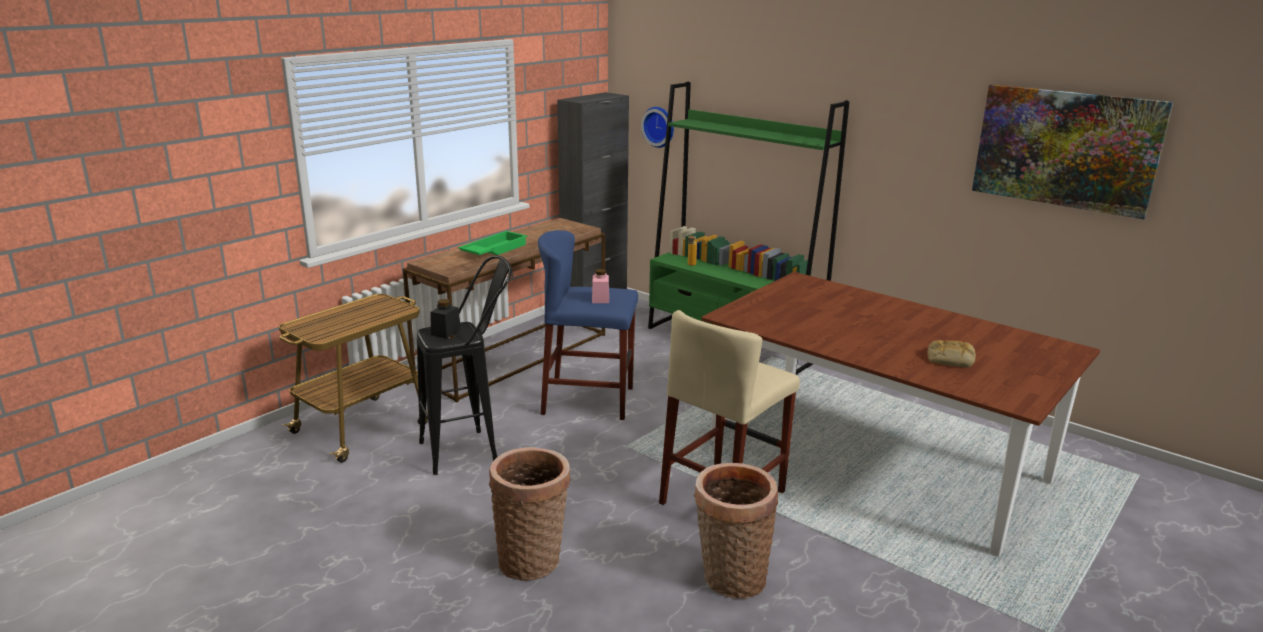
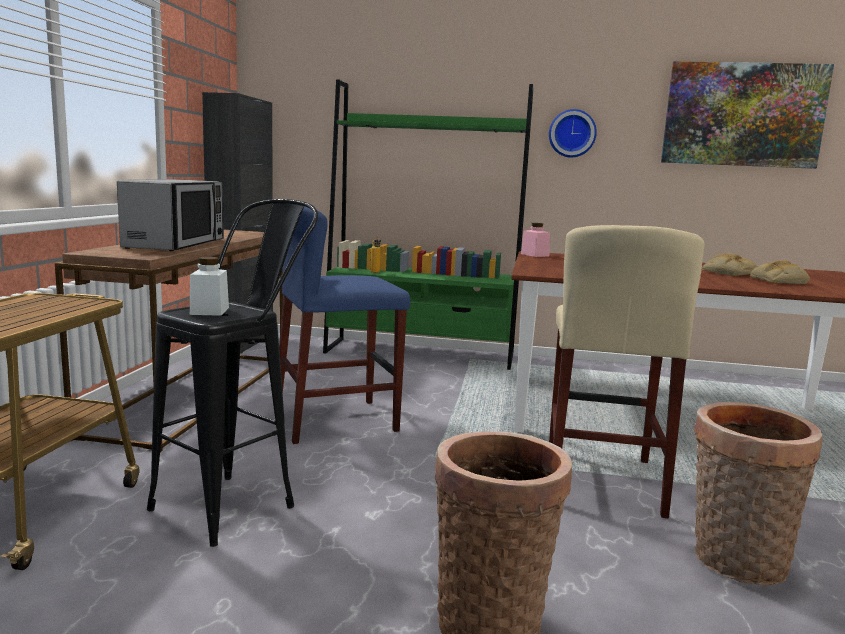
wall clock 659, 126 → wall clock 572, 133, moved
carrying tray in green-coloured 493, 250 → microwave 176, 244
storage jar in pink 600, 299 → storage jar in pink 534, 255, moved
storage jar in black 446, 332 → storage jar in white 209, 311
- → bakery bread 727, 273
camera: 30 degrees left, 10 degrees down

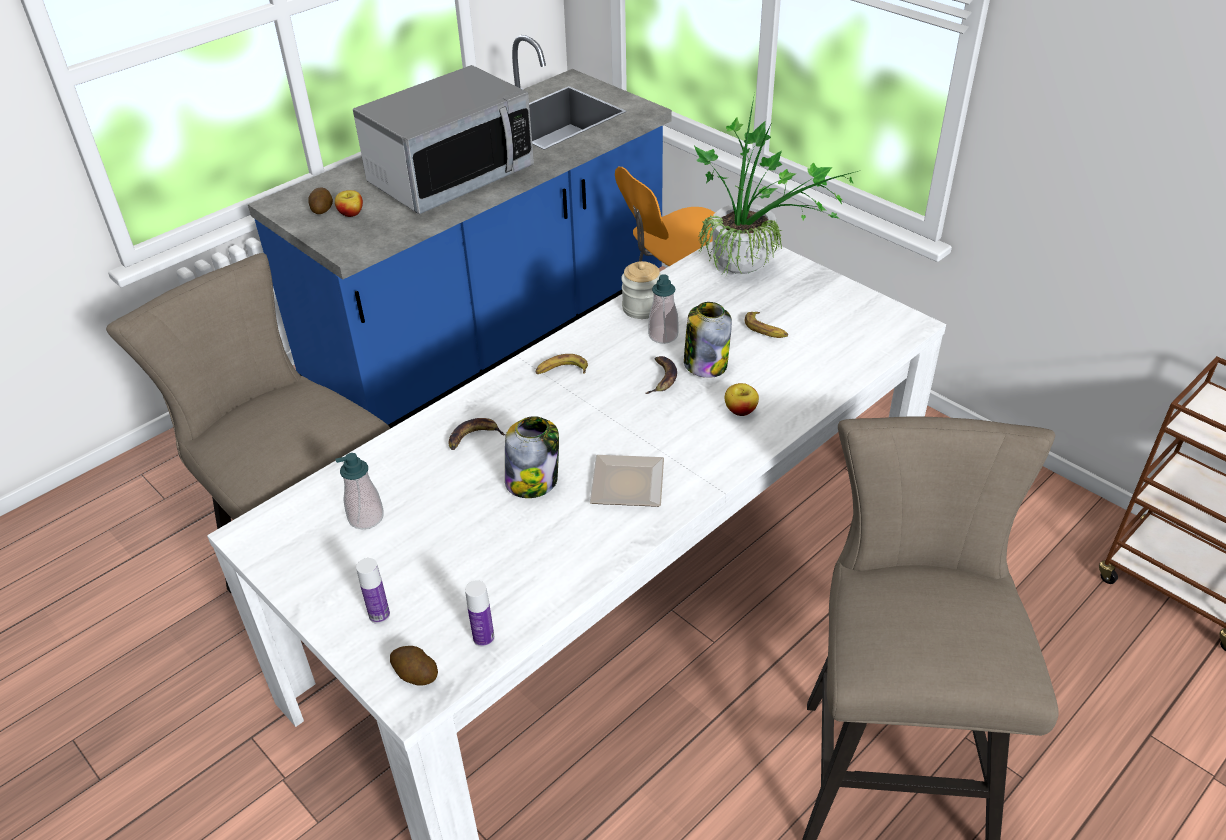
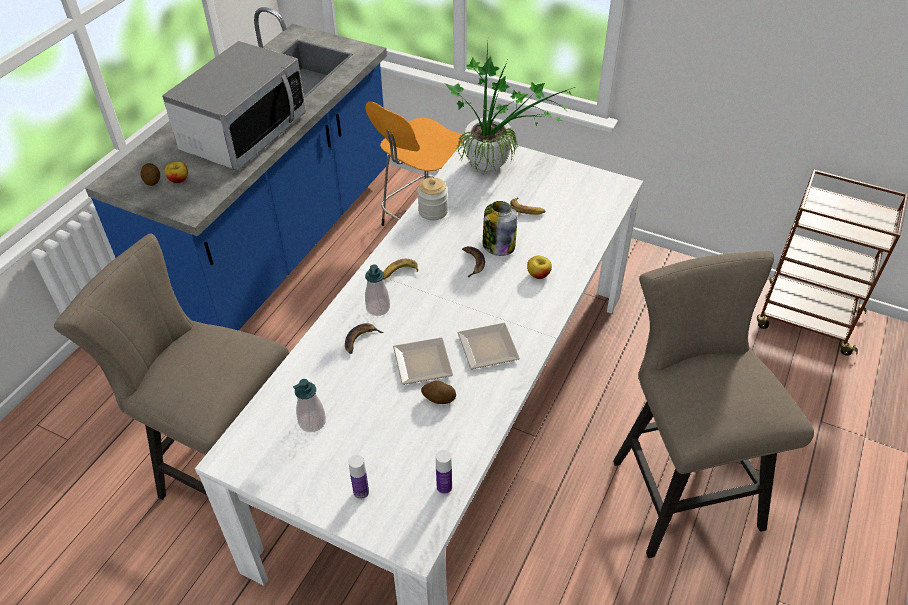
soap bottle 663, 335 → soap bottle 378, 308, moved
storage jar 533, 481 → plate 420, 362
whole potato 415, 674 → whole potato 438, 399, moved
camera: 20 degrees left, 5 degrees up

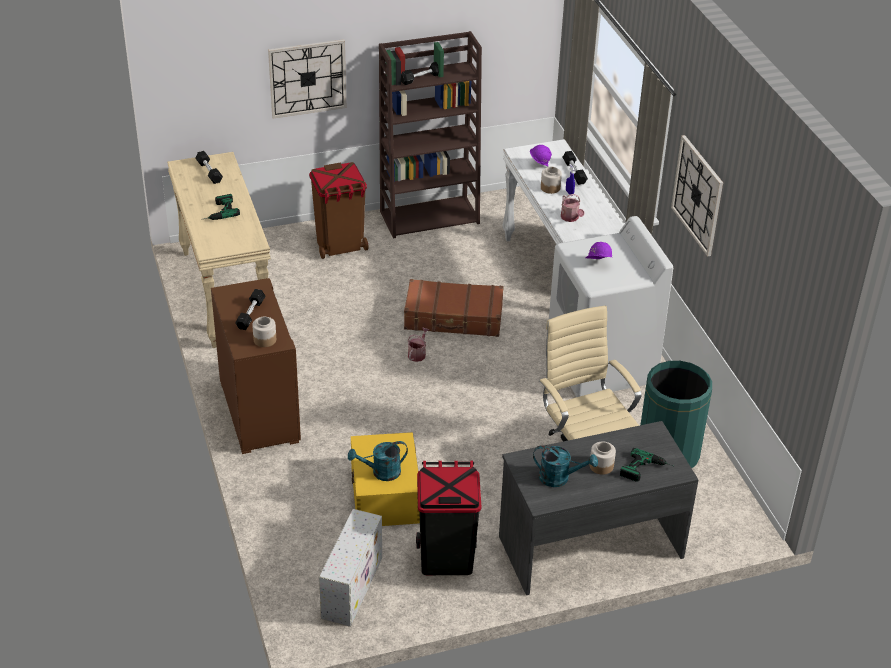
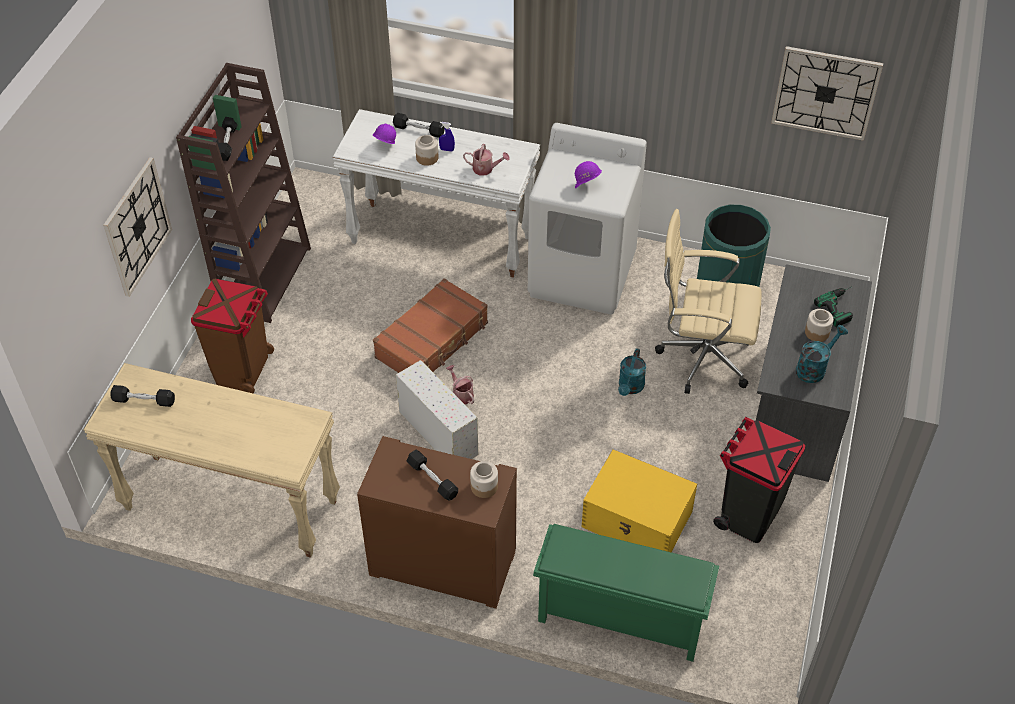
wall clock 697, 195 → wall clock 825, 93, moved
electric drill 218, 212 → -
watering pot in blue-green 381, 473 → watering pot in blue-green 630, 388, moved
storage box in white 352, 586 → storage box in white 437, 432, moved
- → shoe rack in green-coloured 619, 619
camera: 55 degrees left, 10 degrees up

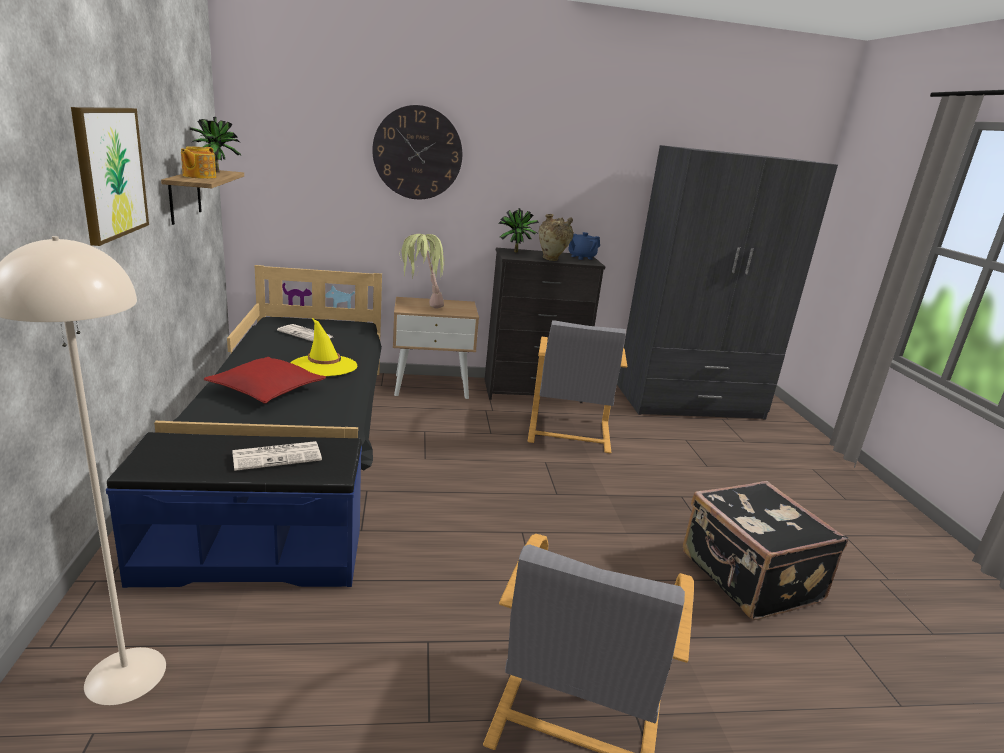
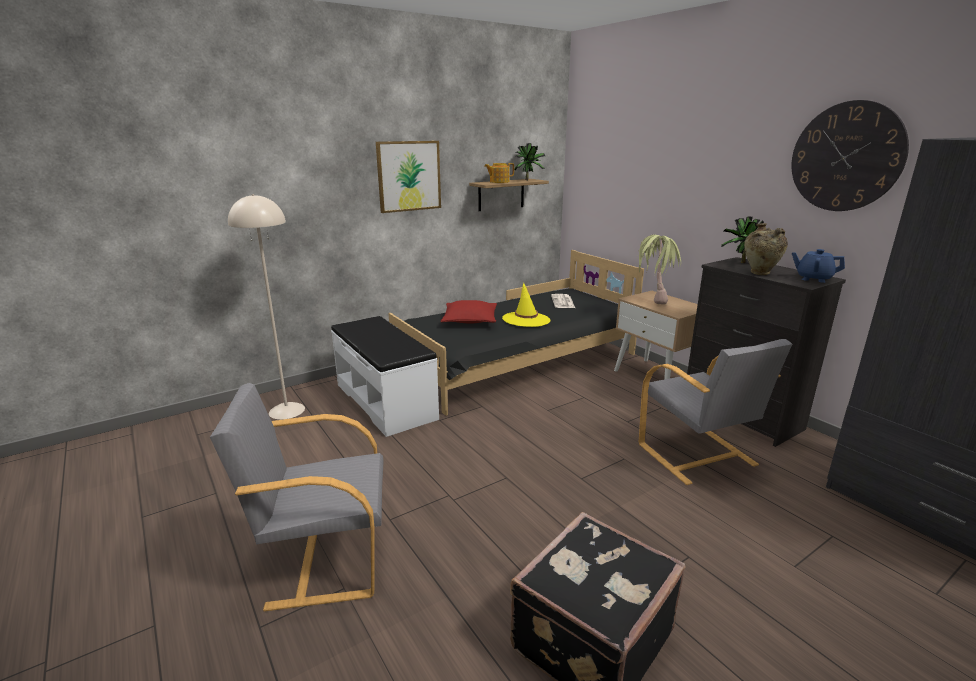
wall clock 417, 153 → wall clock 846, 157, moved
lounge chair in grey 568, 433 → lounge chair in grey 697, 456, 90 degrees counterclockwise
long seat in blue-coloured 251, 555 → long seat in white 386, 401
printed paper 278, 456 → -
camera: 65 degrees right, 0 degrees up

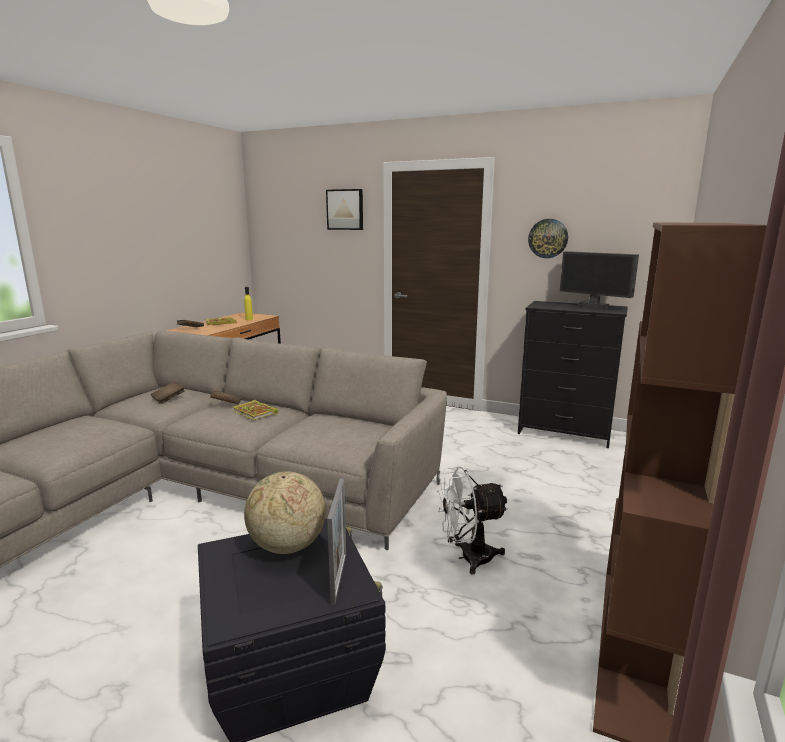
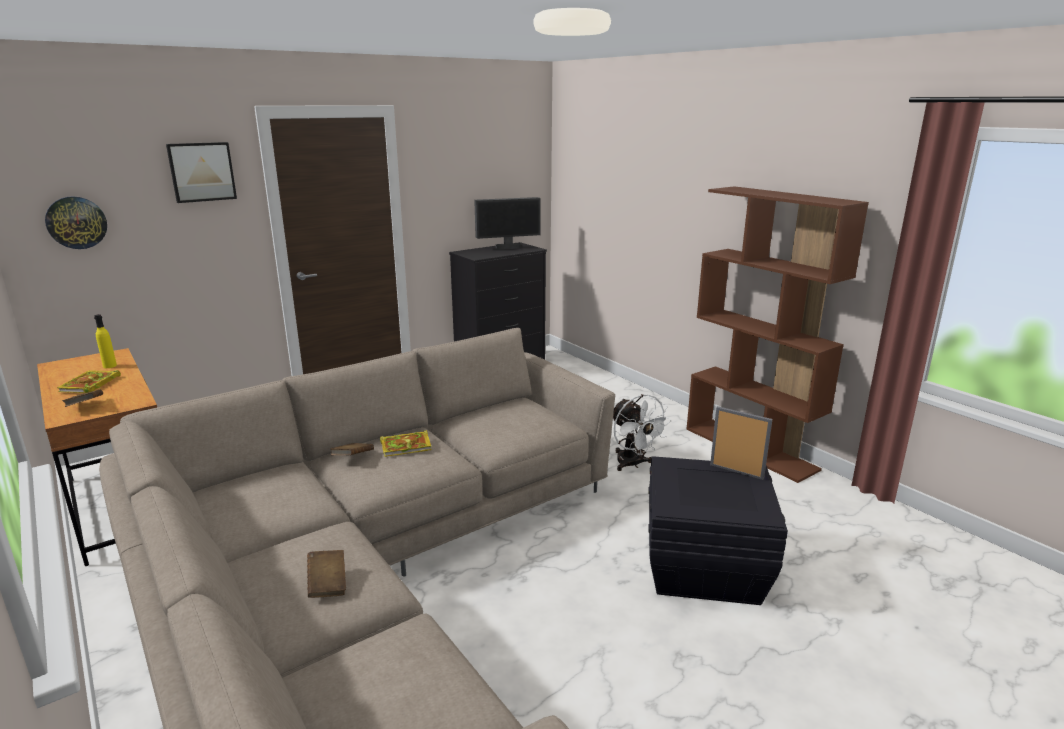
wall clock 548, 238 → wall clock 76, 222, moved
book in brownish 168, 399 → book in brownish 328, 584, moved
fan in white 468, 557 → fan in white 633, 464, 45 degrees counterclockwise
globe 287, 546 → -
camera: 60 degrees left, 5 degrees up

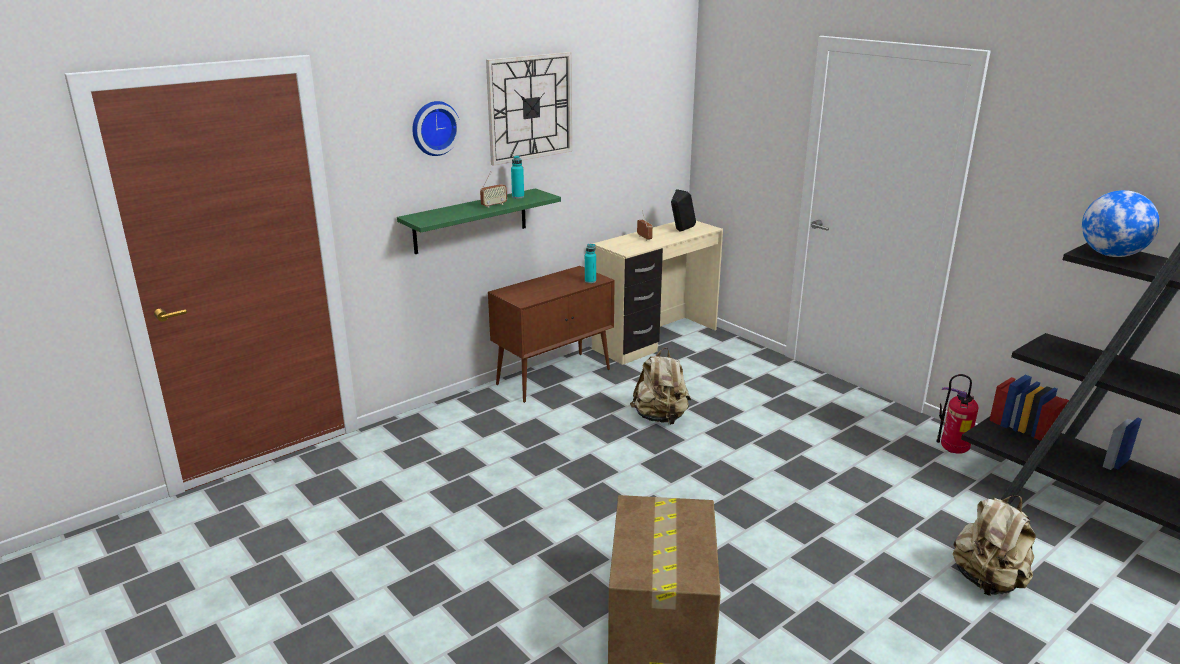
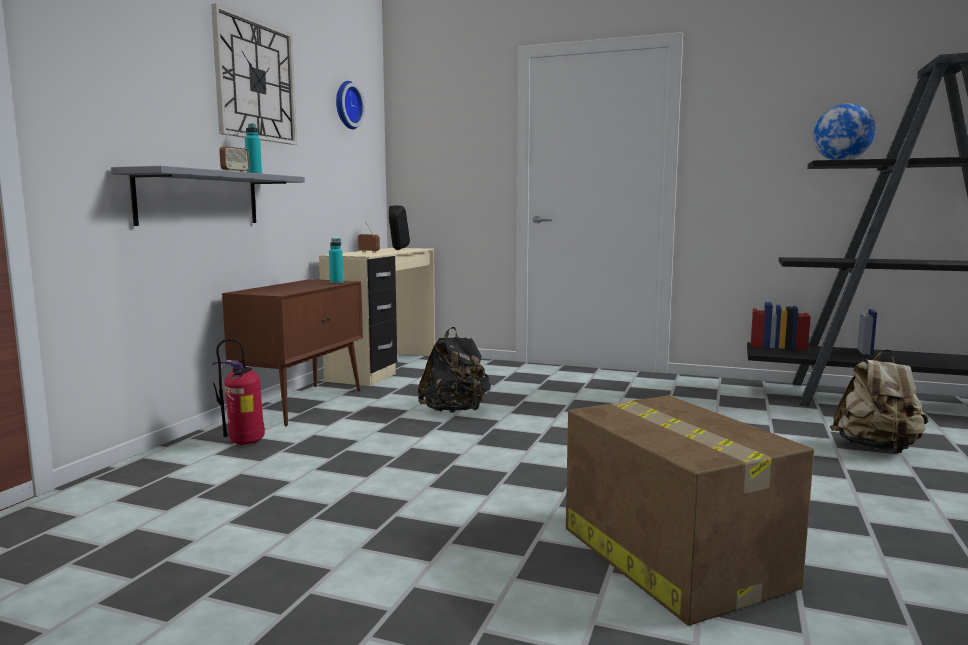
wall clock 434, 128 → wall clock 346, 105, moved
bracket shelf in green-coloured 471, 221 → bracket shelf in grey 199, 198
backpack in beige 660, 418 → backpack in black 455, 411
fire-fighting cylinder 952, 450 → fire-fighting cylinder 244, 443, moved
camera: 30 degrees left, 15 degrees down

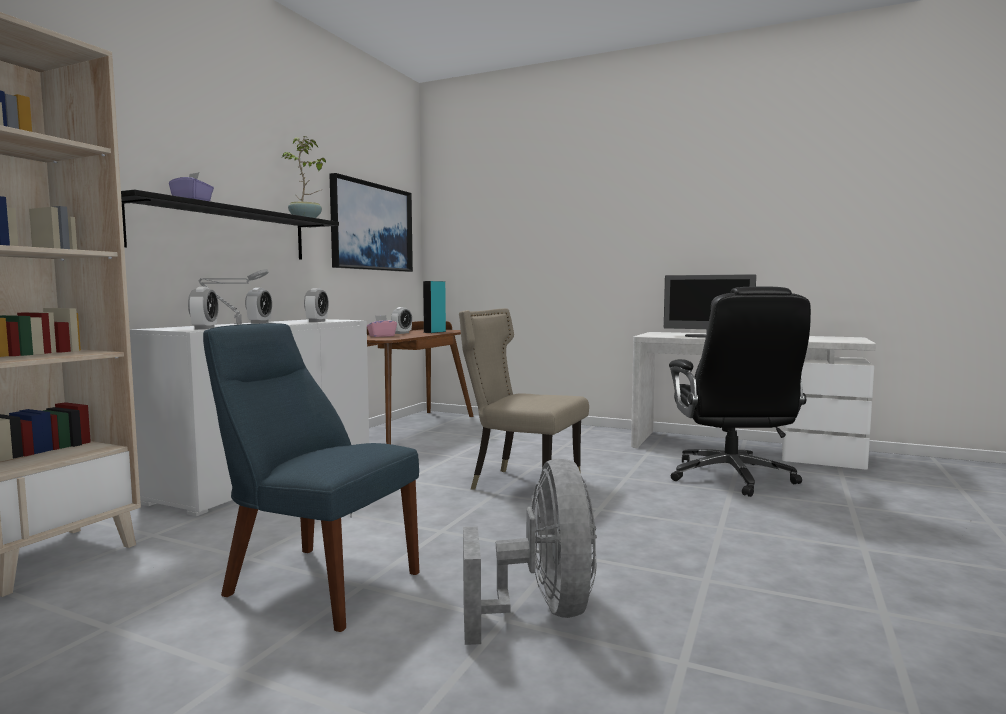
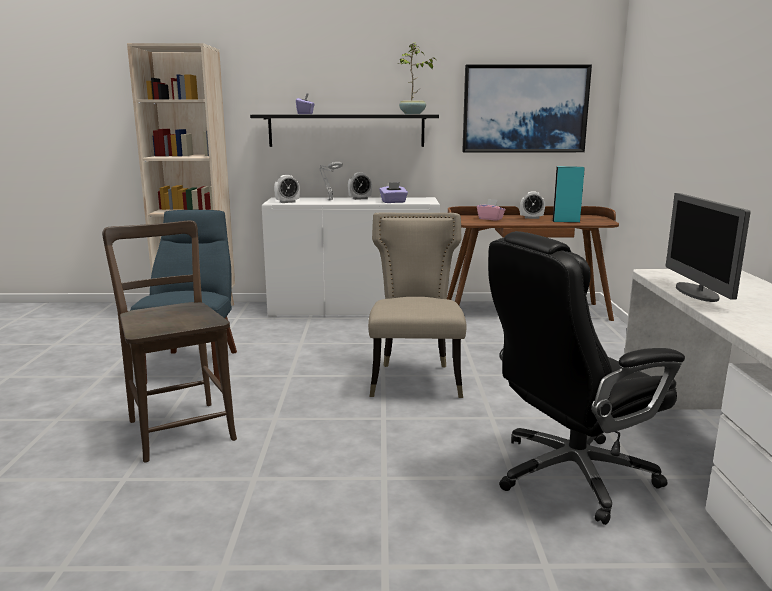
alarm clock 317, 321 → box of tissues in purple-coloured 393, 202
fan in grey 542, 611 → upright chair in brownish 179, 427
camera: 65 degrees right, 10 degrees up

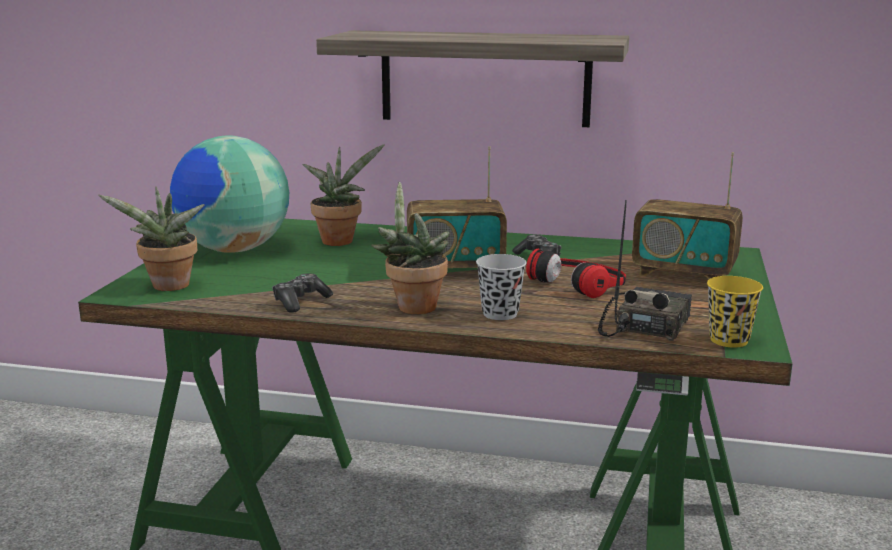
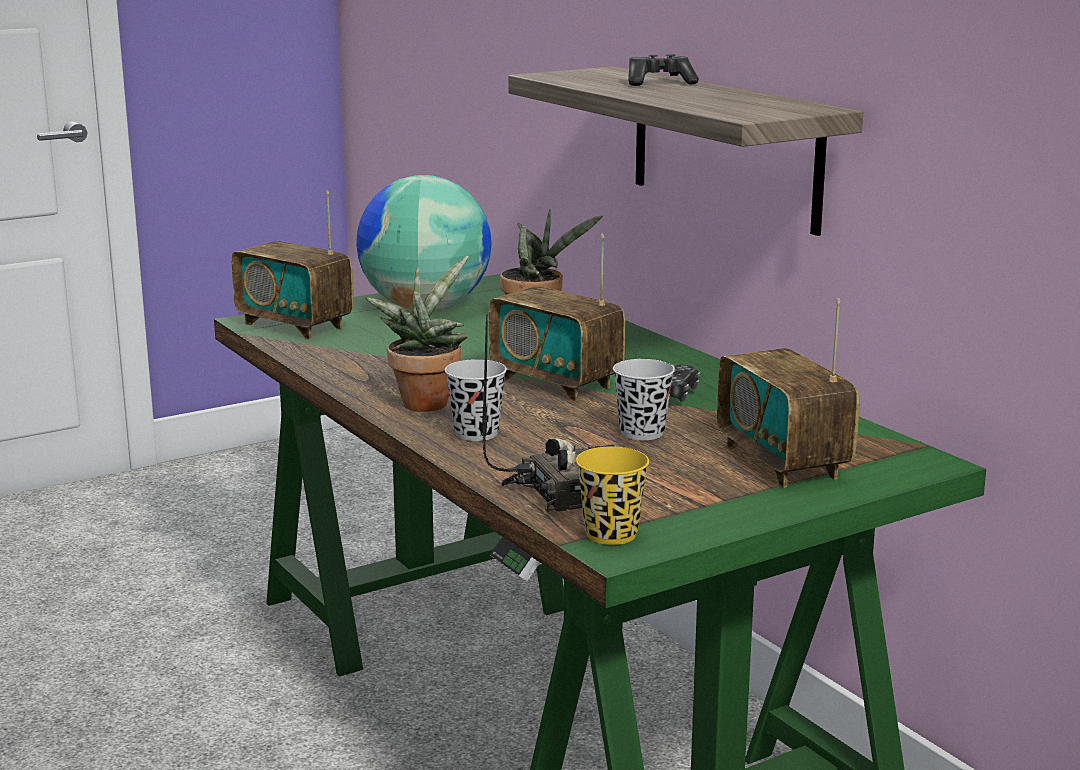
houseplant 168, 287 → radio 295, 326
pair of headphones 581, 282 → small cup in black 642, 433
joypad 300, 301 → joypad 659, 83, moved
camera: 45 degrees right, 0 degrees up

